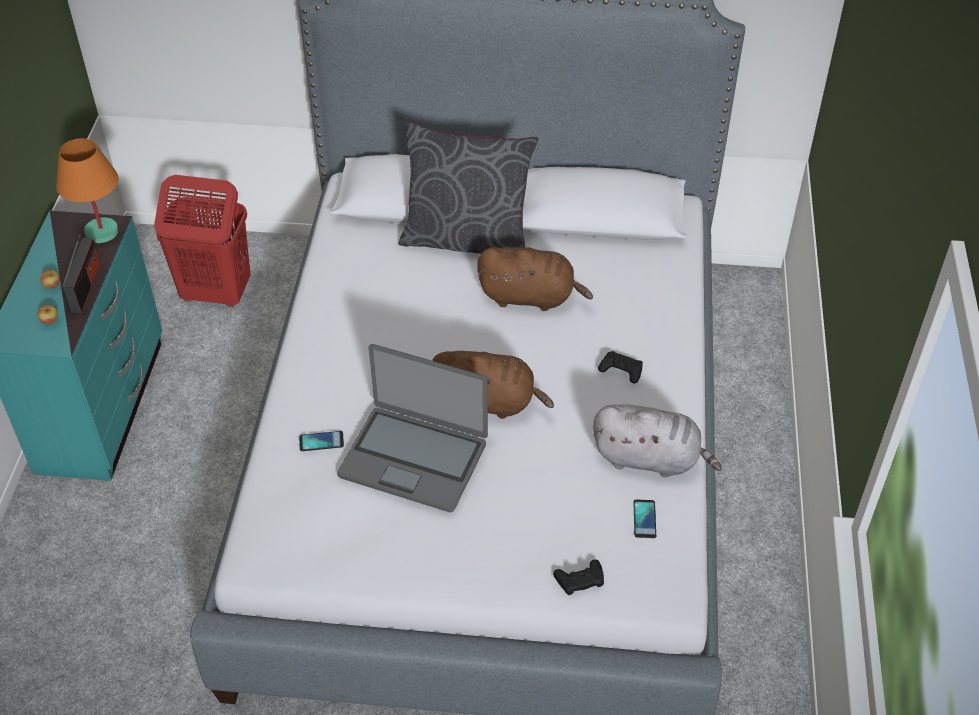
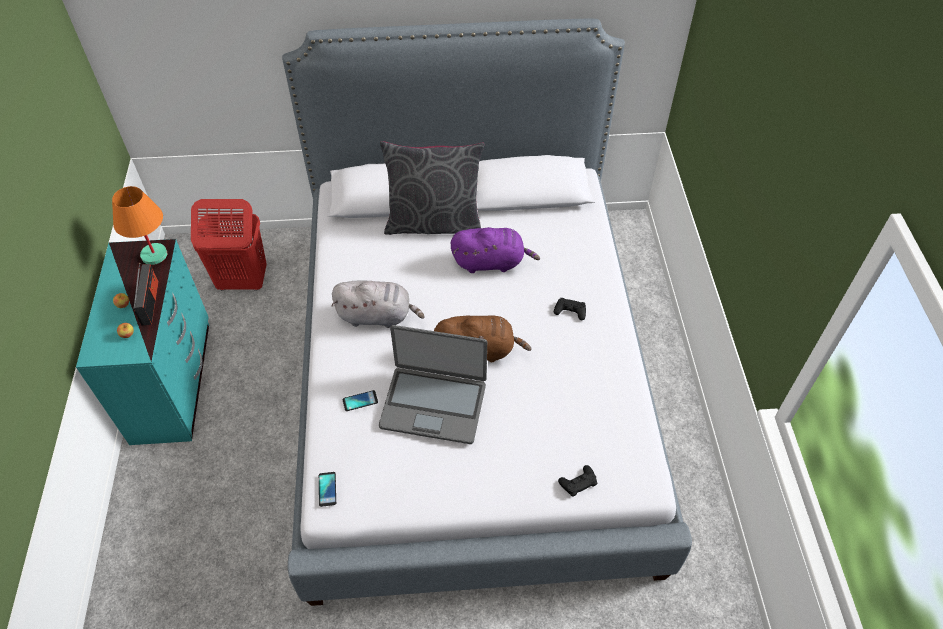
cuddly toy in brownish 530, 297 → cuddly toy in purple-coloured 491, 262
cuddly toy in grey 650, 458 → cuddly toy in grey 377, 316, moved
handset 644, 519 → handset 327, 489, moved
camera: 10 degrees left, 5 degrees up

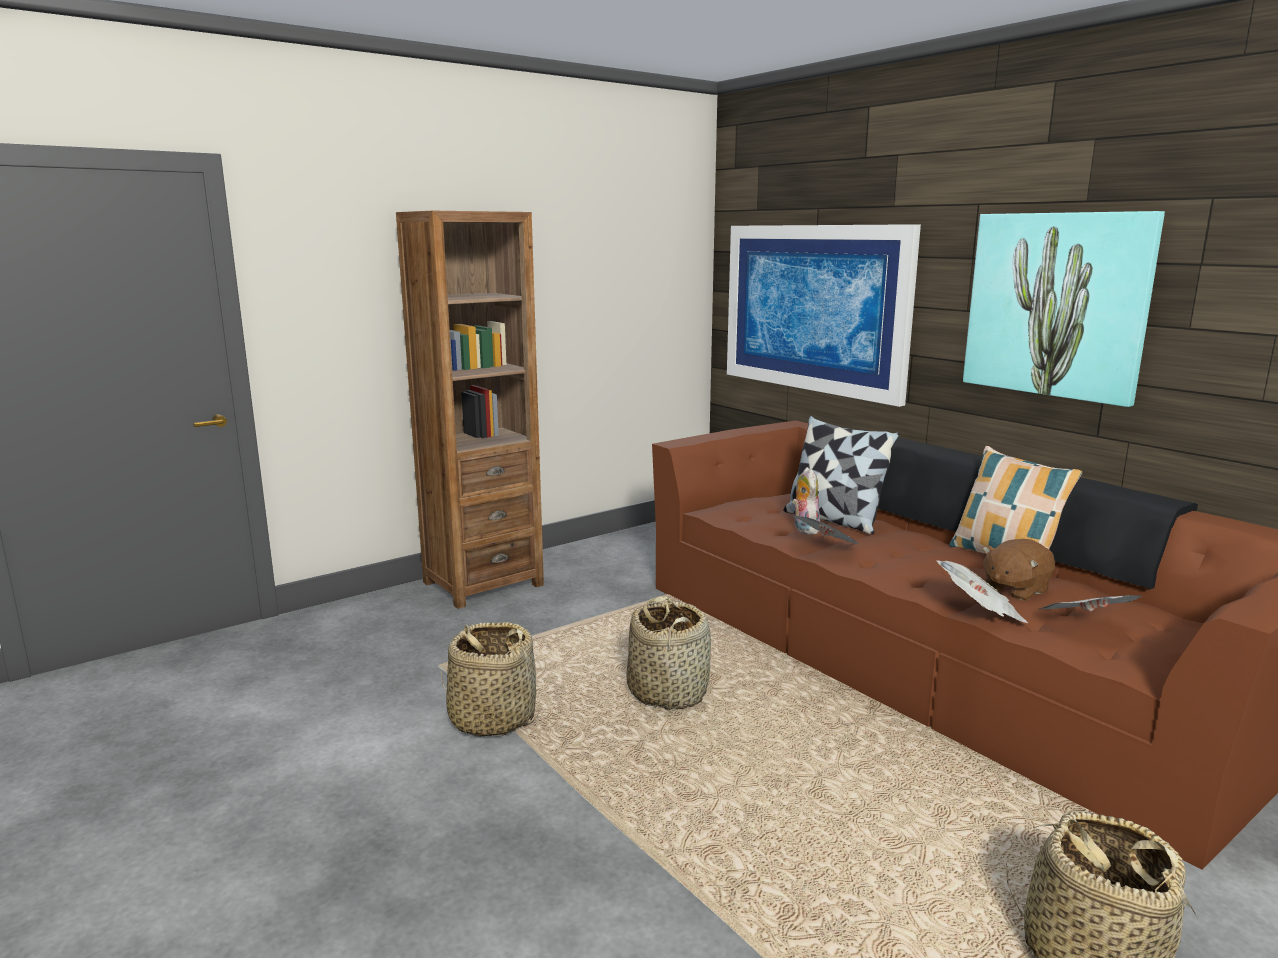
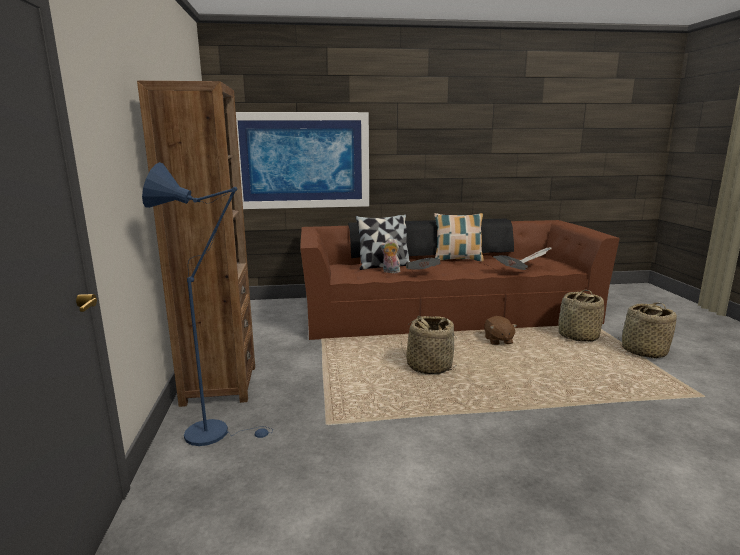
wall art 1056, 305 → -
cuddly toy in brownish 1014, 590 → cuddly toy in brownish 498, 341, moved
storage basket 492, 718 → storage basket 577, 336, moved
- → floor lamp in blue-coloured 215, 432
camera: 60 degrees left, 0 degrees up

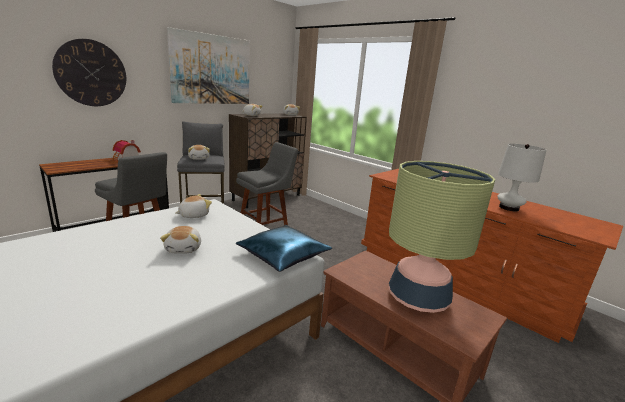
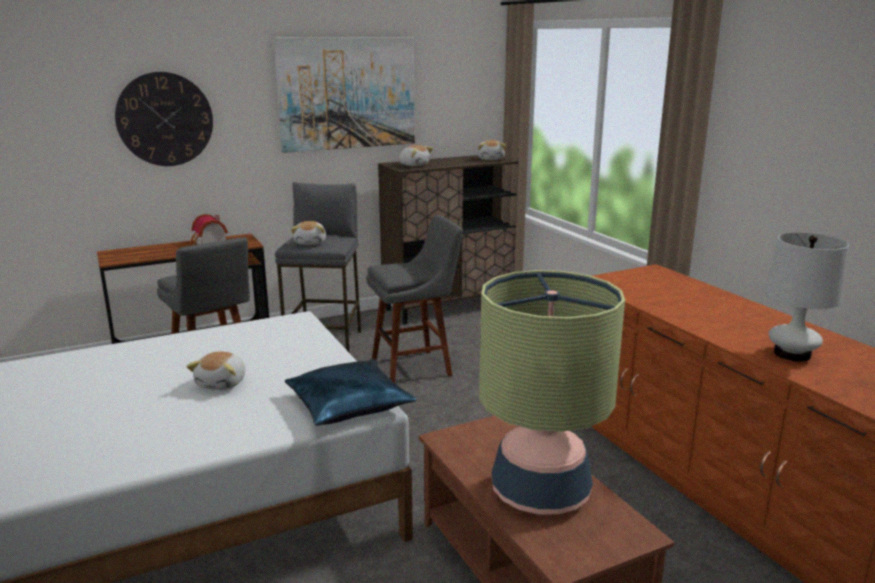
cuddly toy 193, 215 → -
camera: 20 degrees right, 0 degrees up

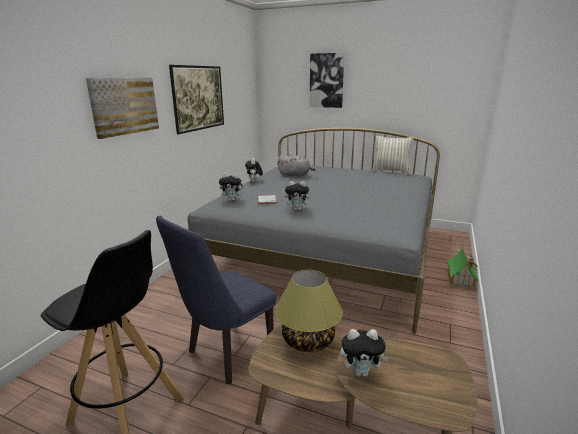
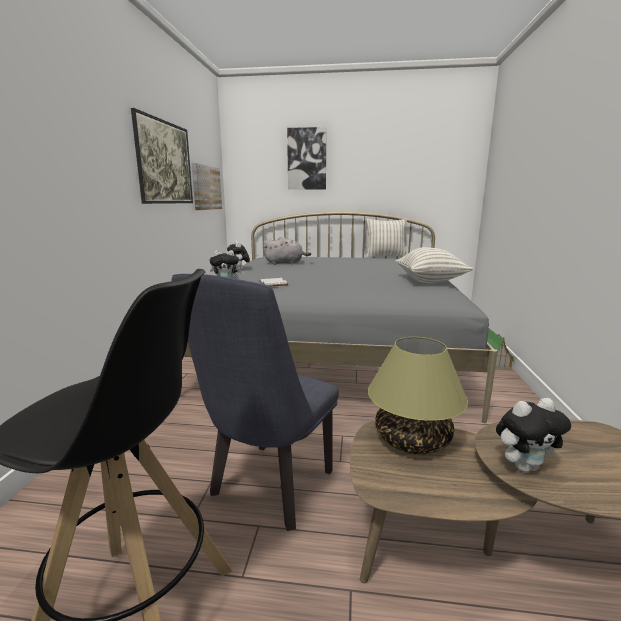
wall art 124, 106 → wall art 206, 188, moved
cuddly toy 298, 209 → -
- → pillow 429, 281
camera: 15 degrees left, 5 degrees down

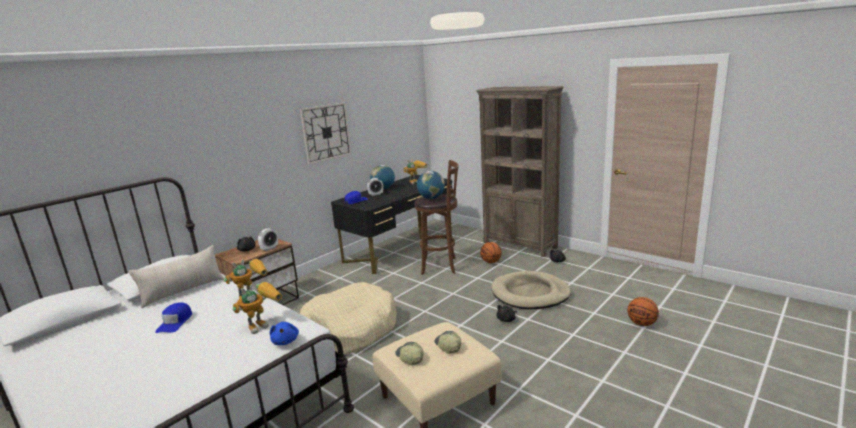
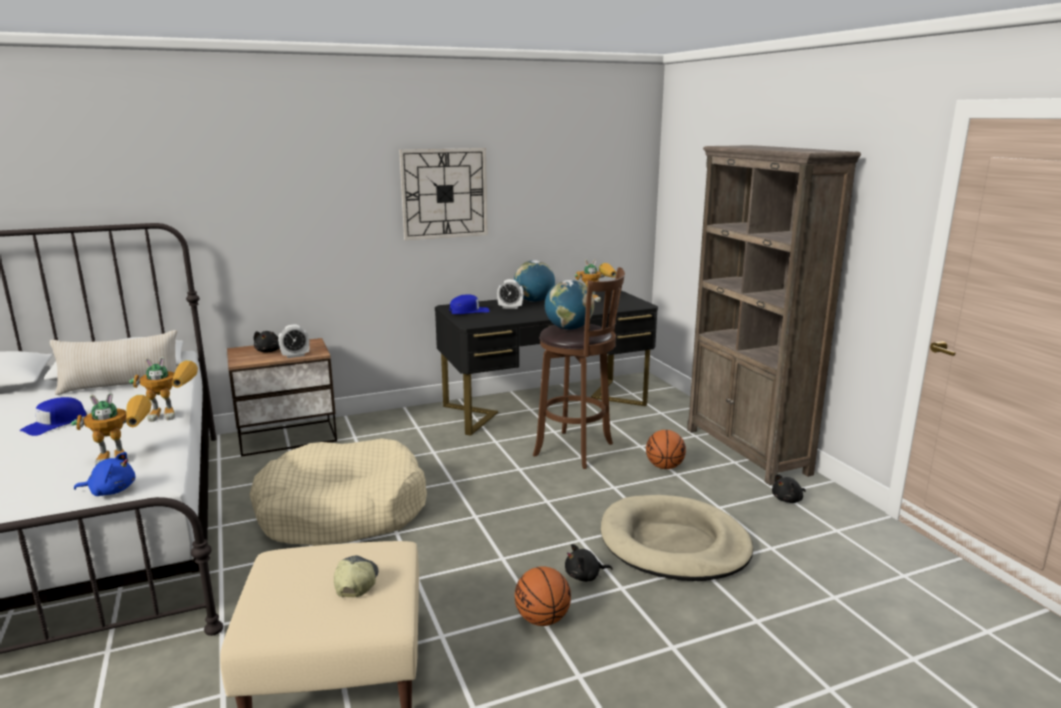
basketball 641, 324 → basketball 542, 619, moved
cuddly toy in blue-coloured 285, 341 → cuddly toy in blue-coloured 111, 491, 105 degrees counterclockwise
cap 409, 357 → -
camera: 25 degrees right, 0 degrees up

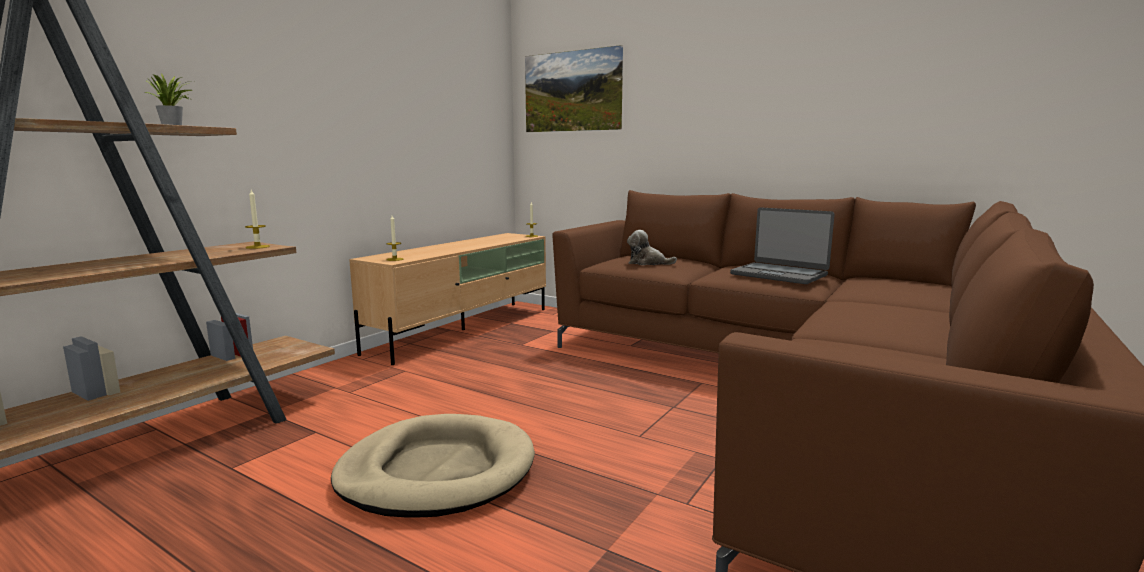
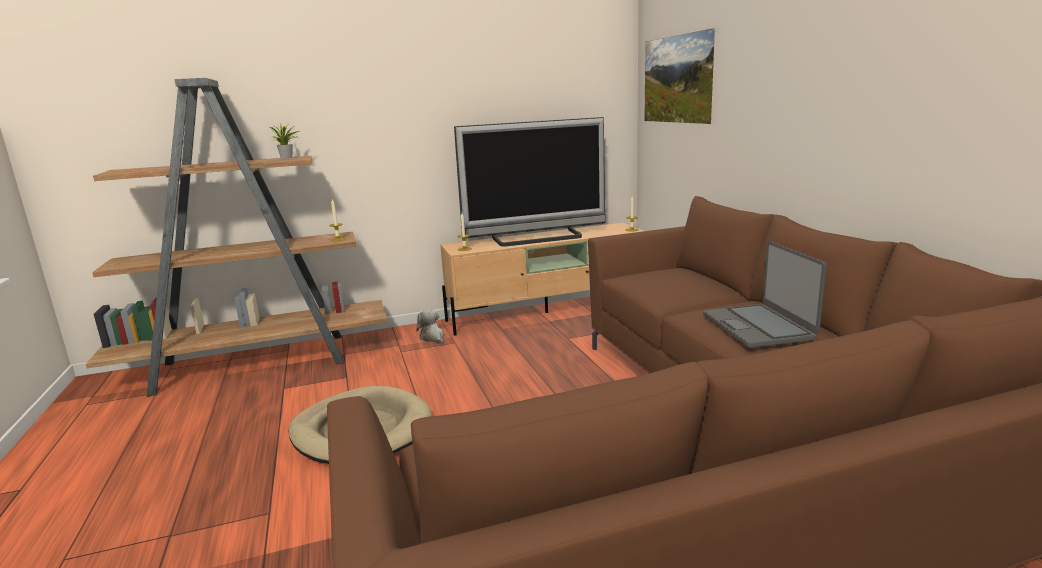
cuddly toy 647, 263 → cuddly toy 433, 338, moved
- → television 538, 238
camera: 40 degrees right, 5 degrees up

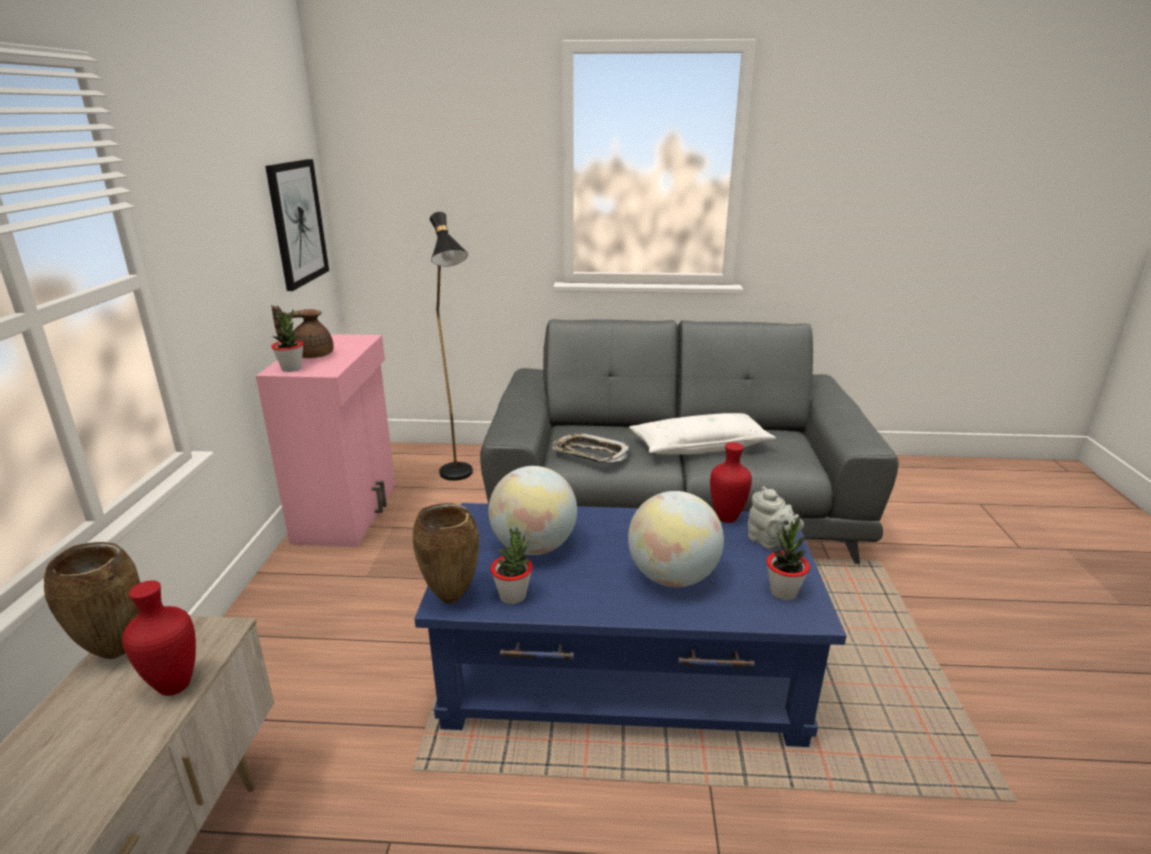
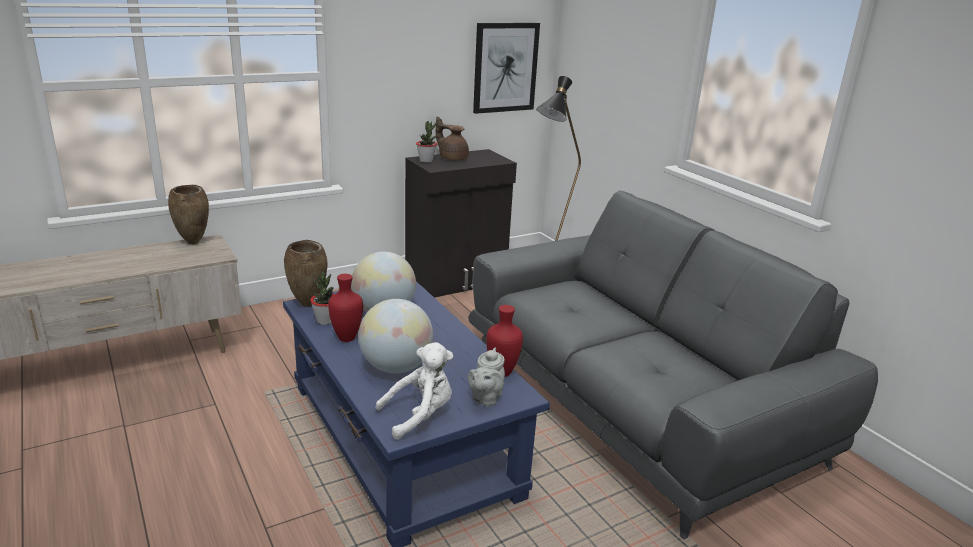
storage cabinet in pink 348, 511 → storage cabinet in black 457, 281
pillow in white 700, 446 → -
carrying tray 590, 453 → -
houseplant 783, 592 → cuddly toy in white 420, 416
vase in reddish 177, 686 → vase in reddish 347, 339, moved
camera: 55 degrees right, 0 degrees up

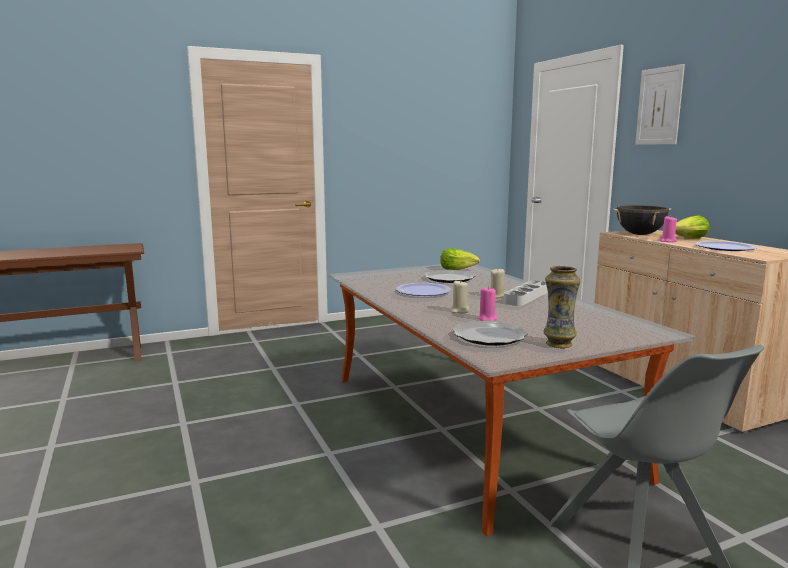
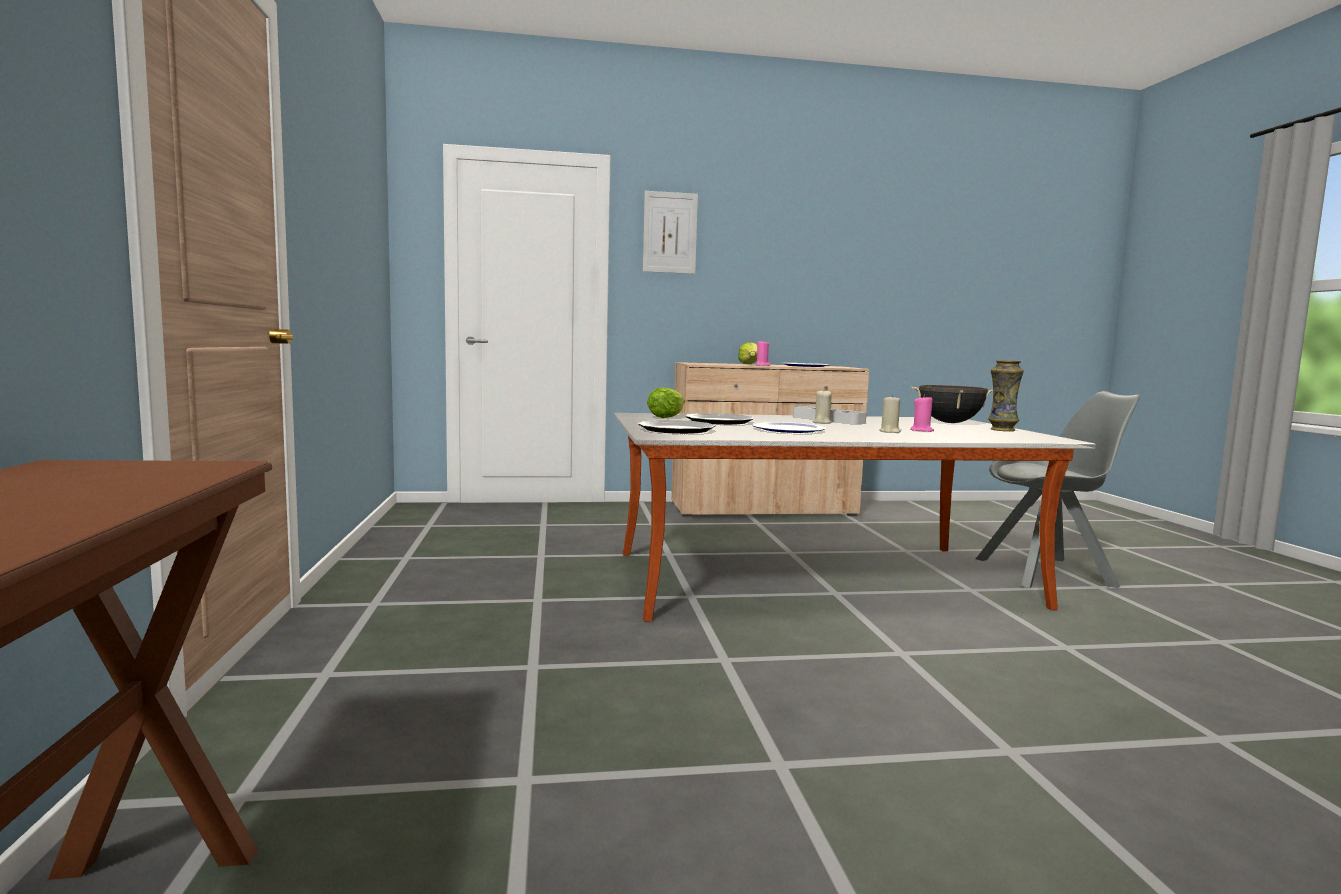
stockpot in black 640, 234 → stockpot in black 950, 423, moved
plate 490, 336 → plate 676, 430, moved
camera: 75 degrees left, 5 degrees down

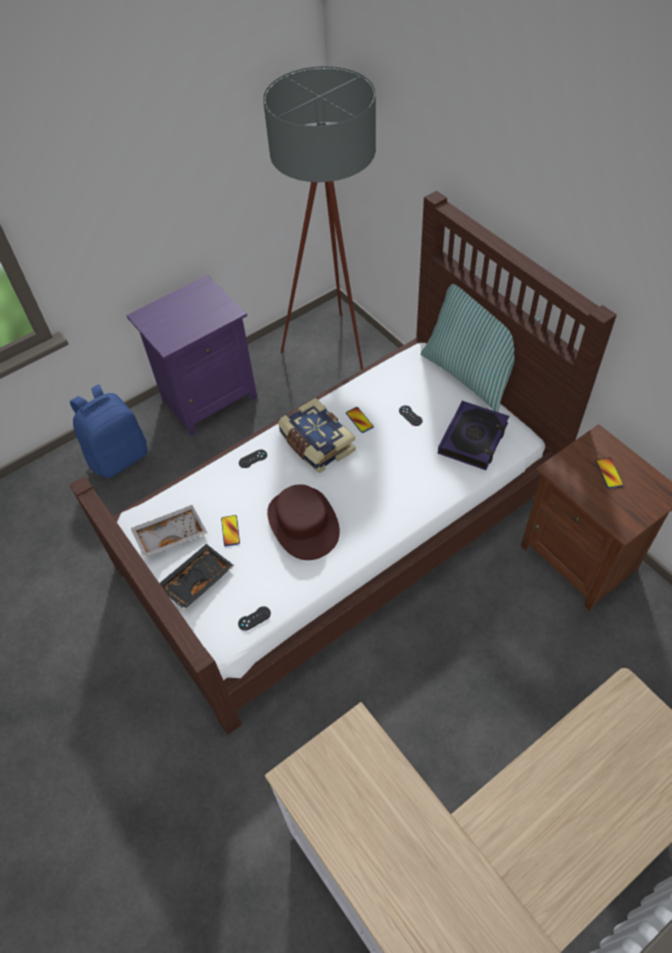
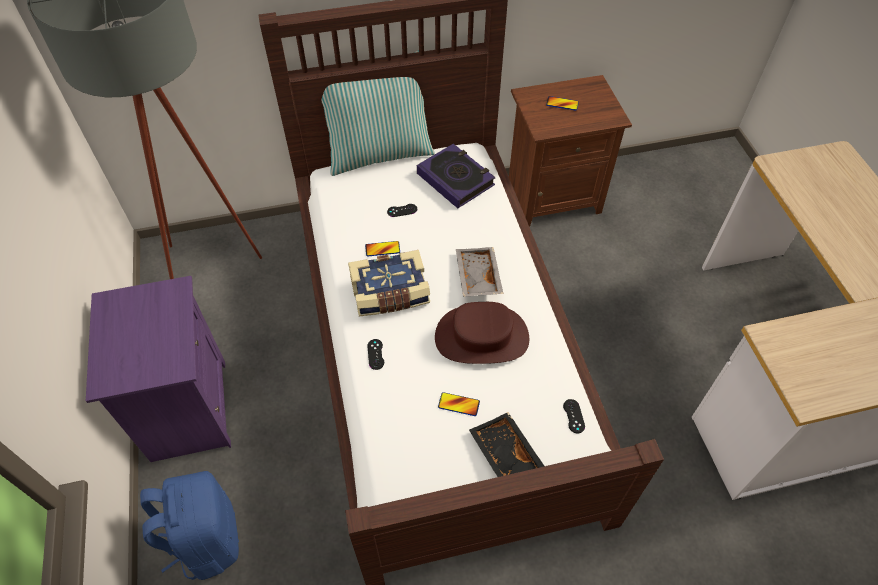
carrying tray in grey 170, 534 → carrying tray in grey 476, 277, moved
camera: 70 degrees left, 0 degrees up

